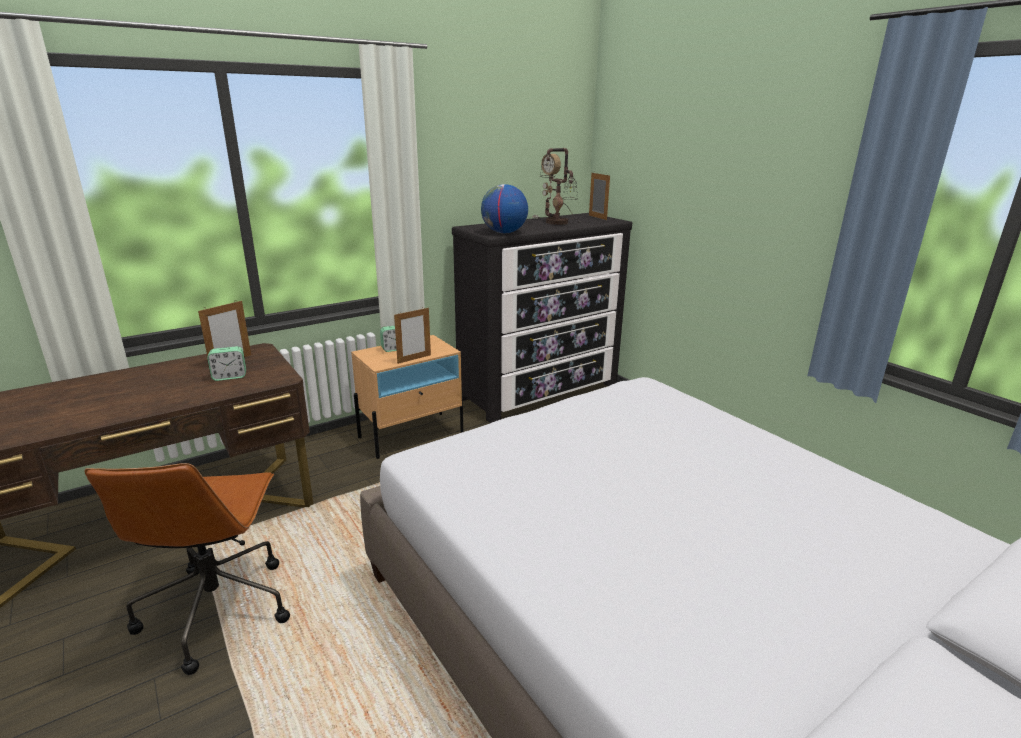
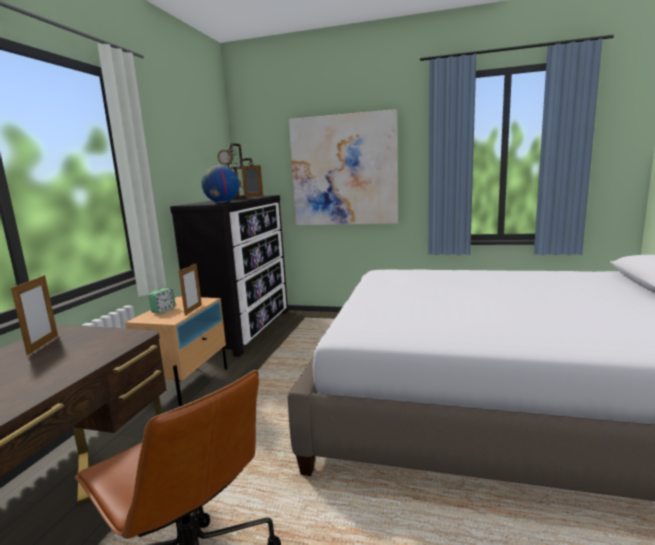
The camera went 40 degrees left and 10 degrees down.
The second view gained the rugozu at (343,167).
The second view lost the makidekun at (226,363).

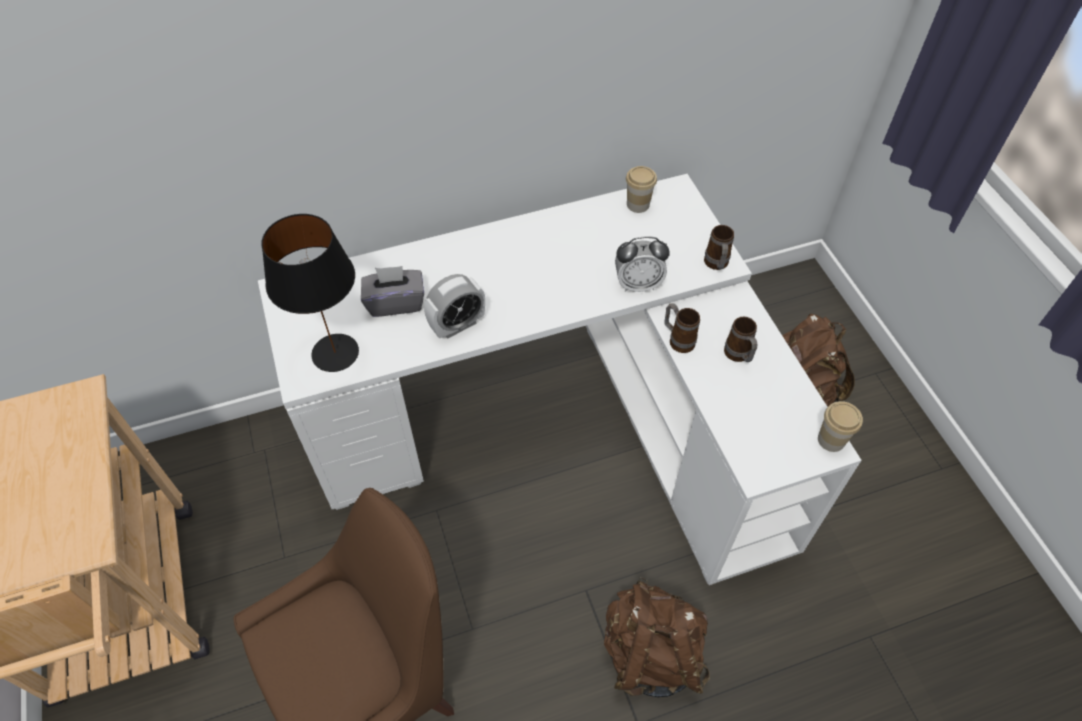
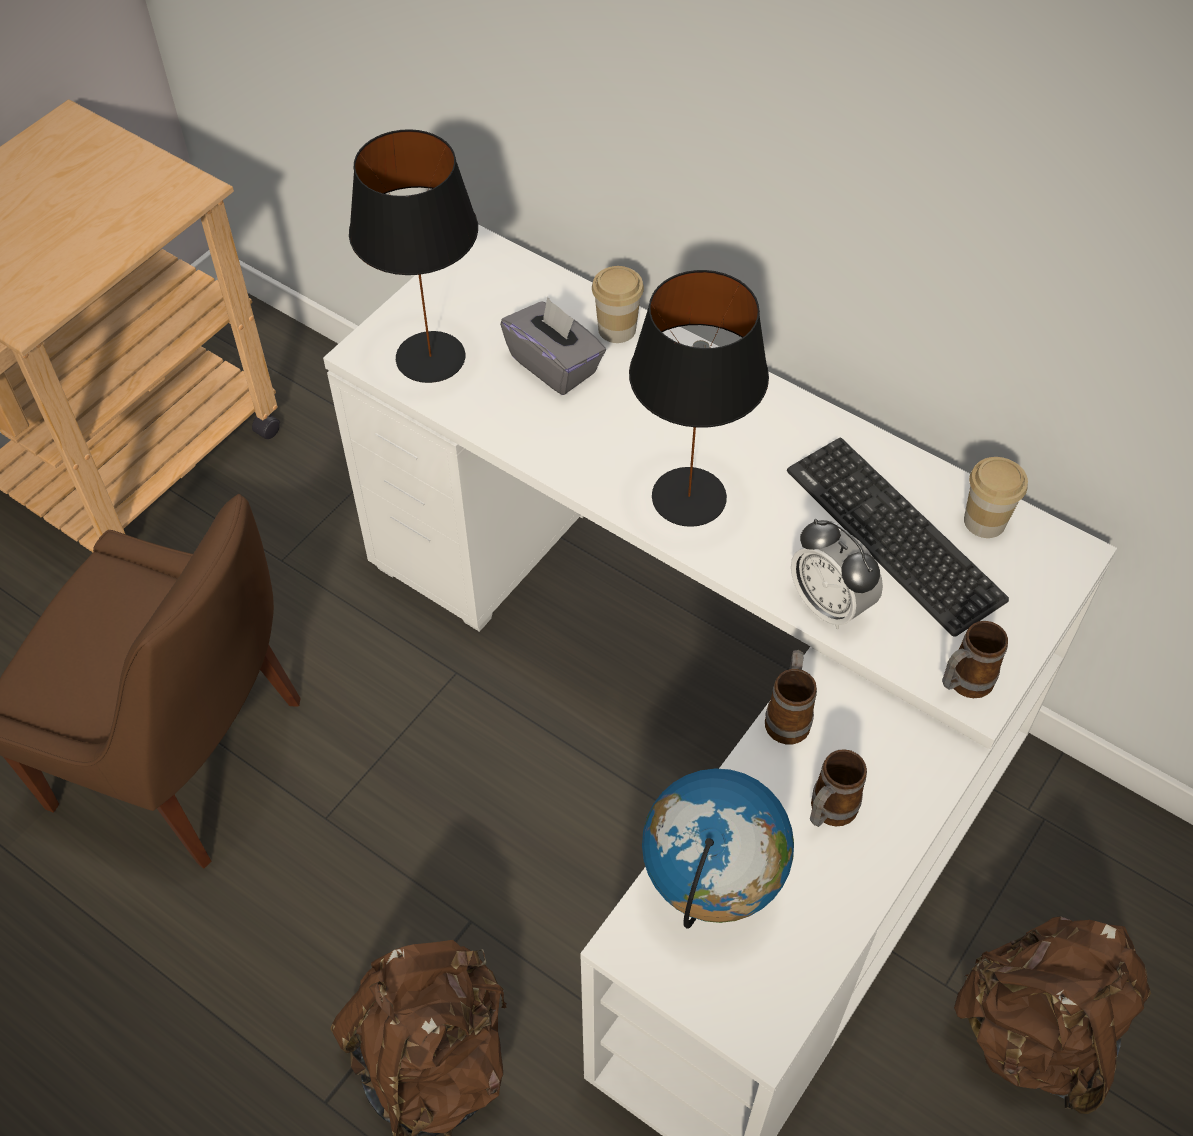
The camera went 55 degrees right and 0 degrees up.
The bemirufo ended up elsewhere, having gone from (840,426) to (618,304).
The second view gained the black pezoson at (699,398).
The second view gained the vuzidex at (718,848).
The second view gained the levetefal at (898,537).
The second view lost the makidekun at (455,306).

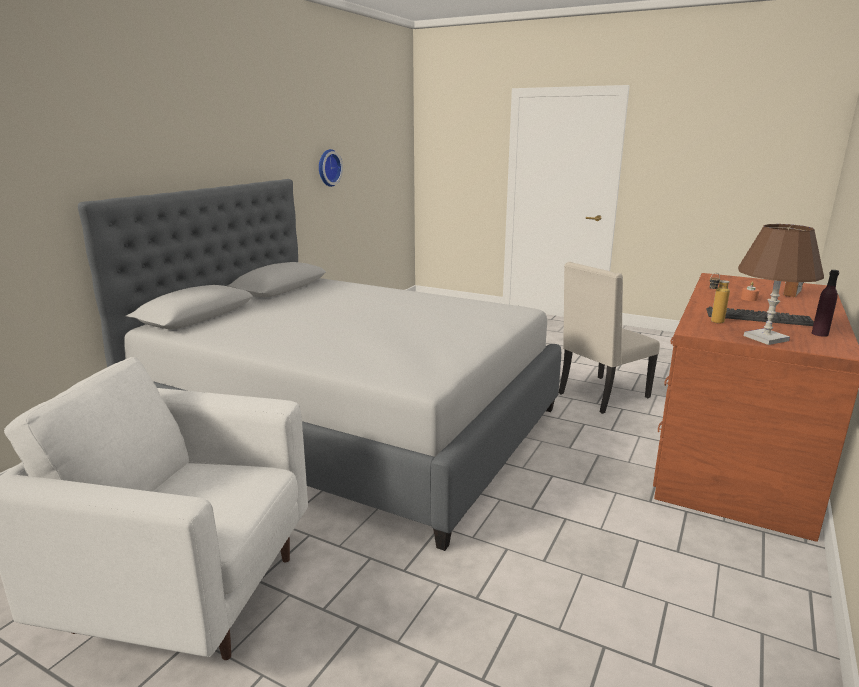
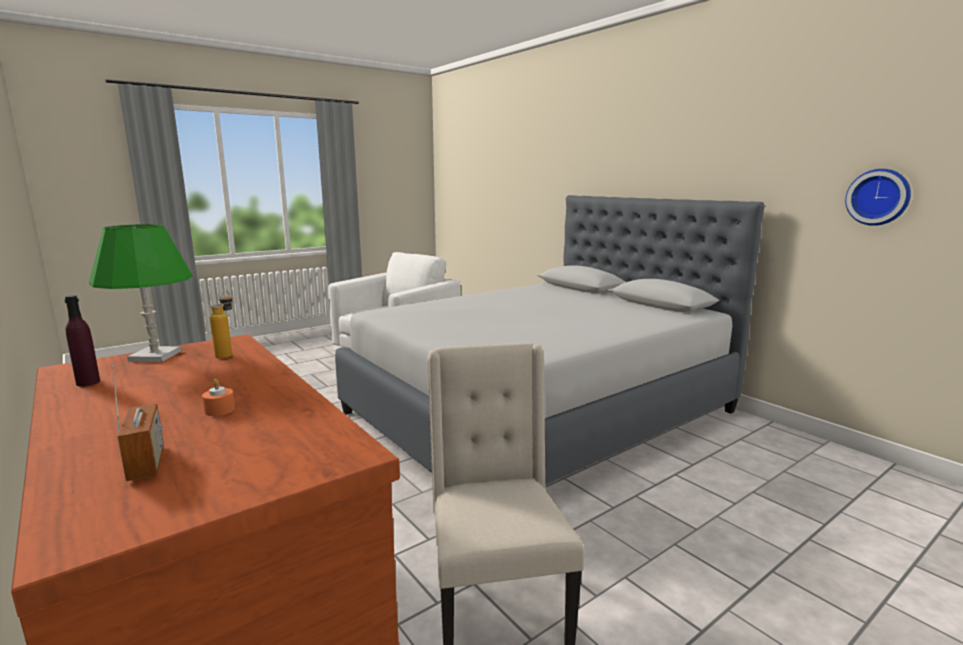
The camera went 115 degrees right and 5 degrees down.
What was the brown pezoson at (781,284) turned into the green pezoson at (141,293).
The second view lost the levetefal at (760,316).

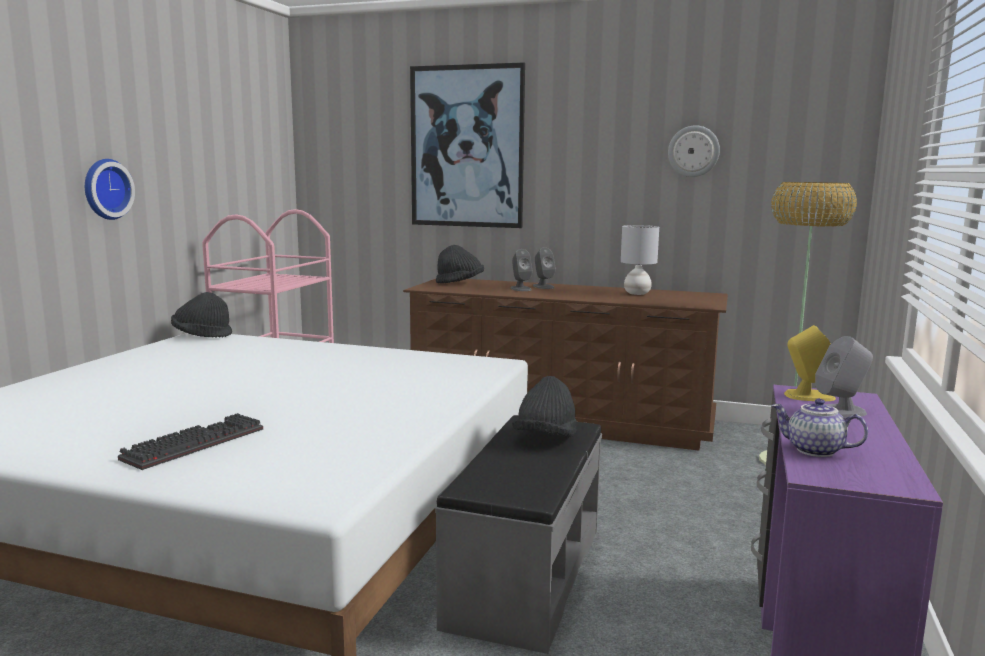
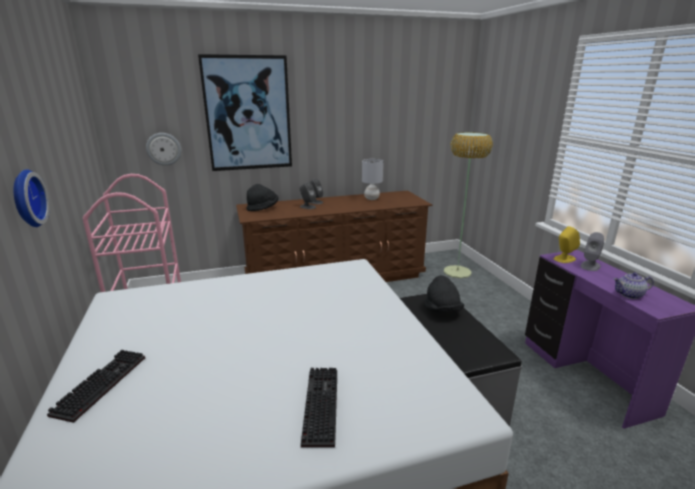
The camera went 35 degrees left and 10 degrees up.
The second view gained the levetefal at (96,386).
The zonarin ended up elsewhere, having gone from (694,151) to (163,149).
The second view lost the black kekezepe at (201,315).

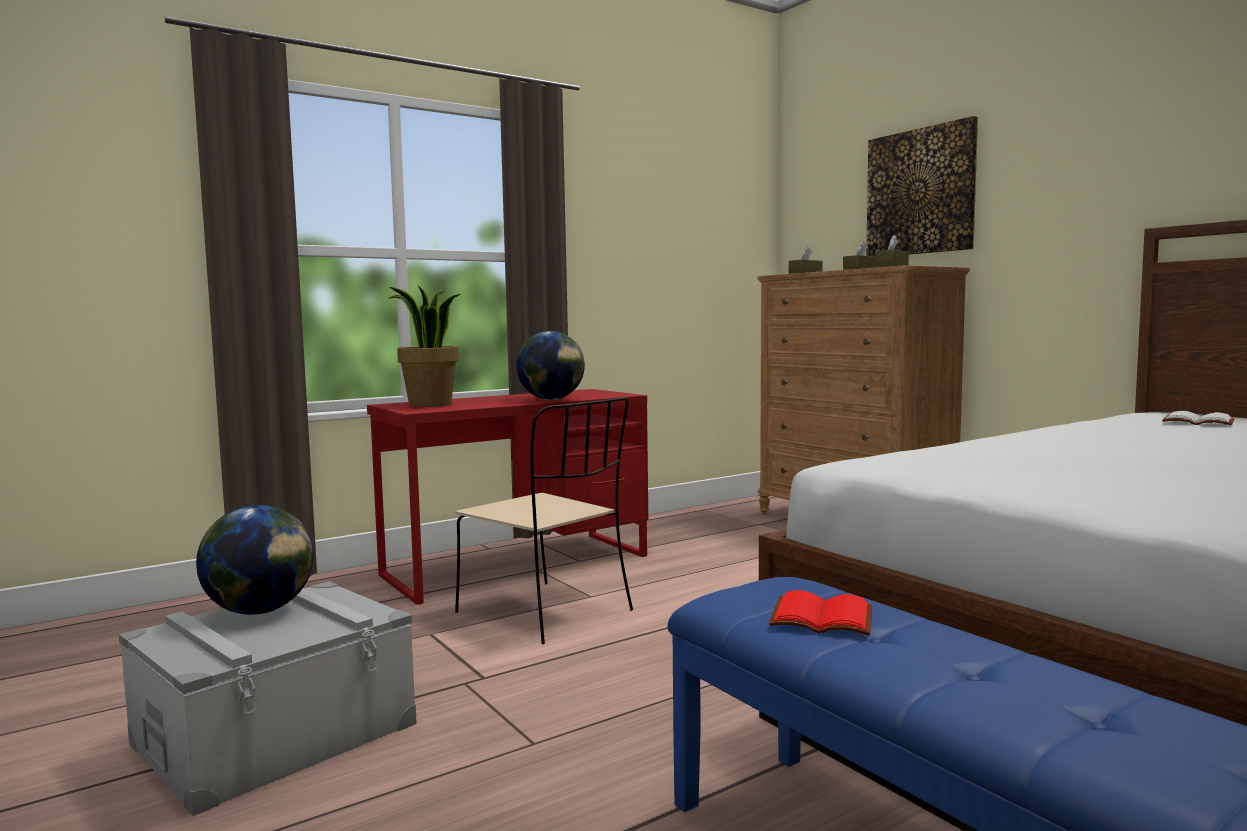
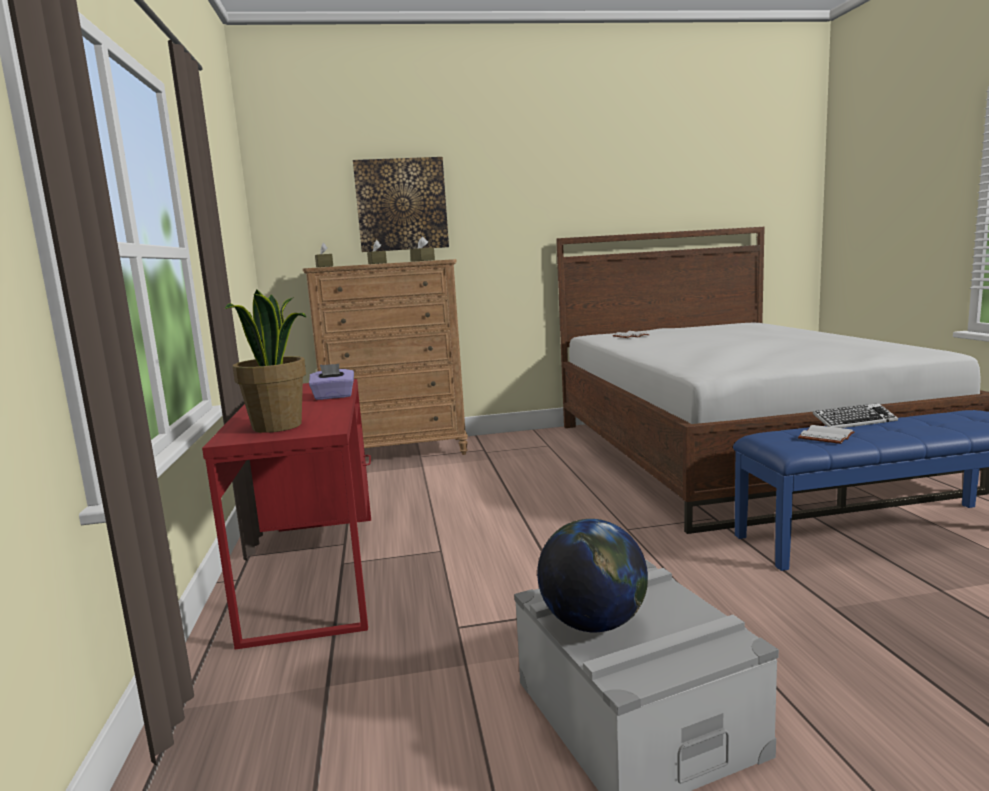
The camera went 65 degrees left and 5 degrees up.
Where the vuzidex stood at (550,365), the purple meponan came to stand at (331,382).
What was the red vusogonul at (820,613) turned into the white vusogonul at (826,434).
The second view gained the levetefal at (855,415).
The second view lost the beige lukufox at (544,520).

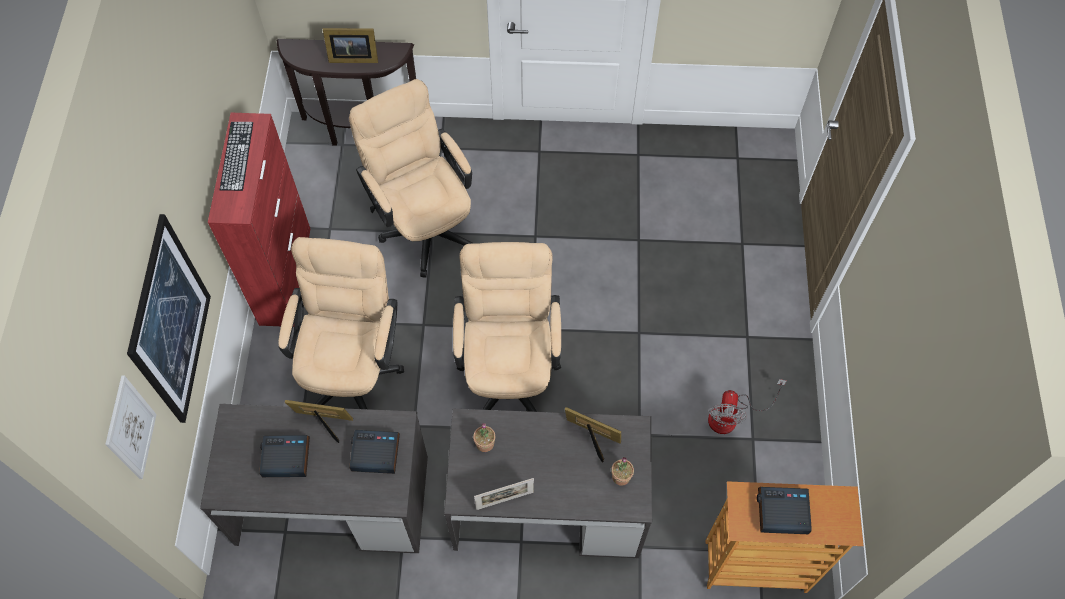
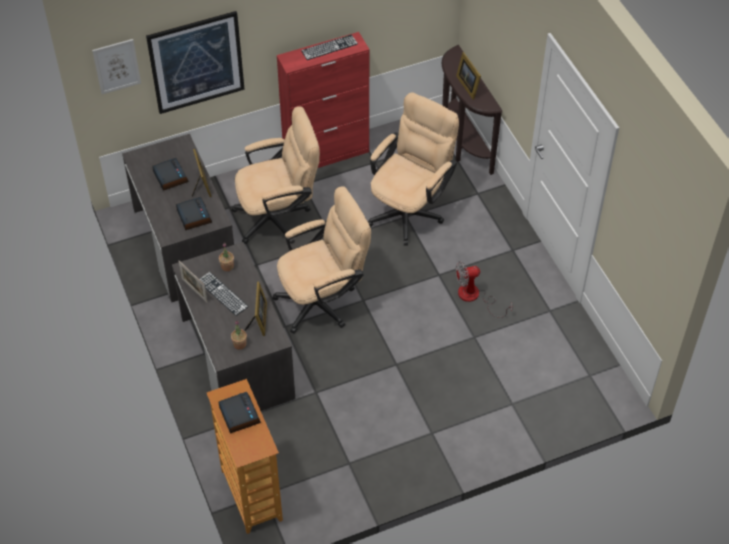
The camera went 65 degrees right and 10 degrees down.
The second view gained the levetefal at (224,294).
The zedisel ended up elsewhere, having gone from (747,406) to (484,289).

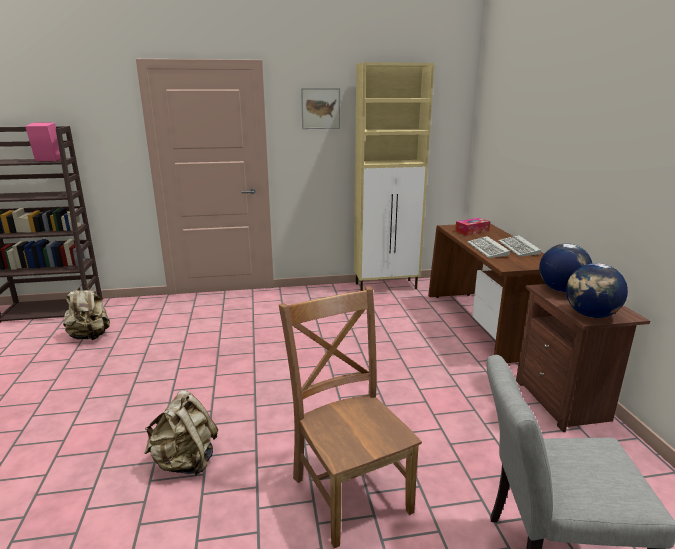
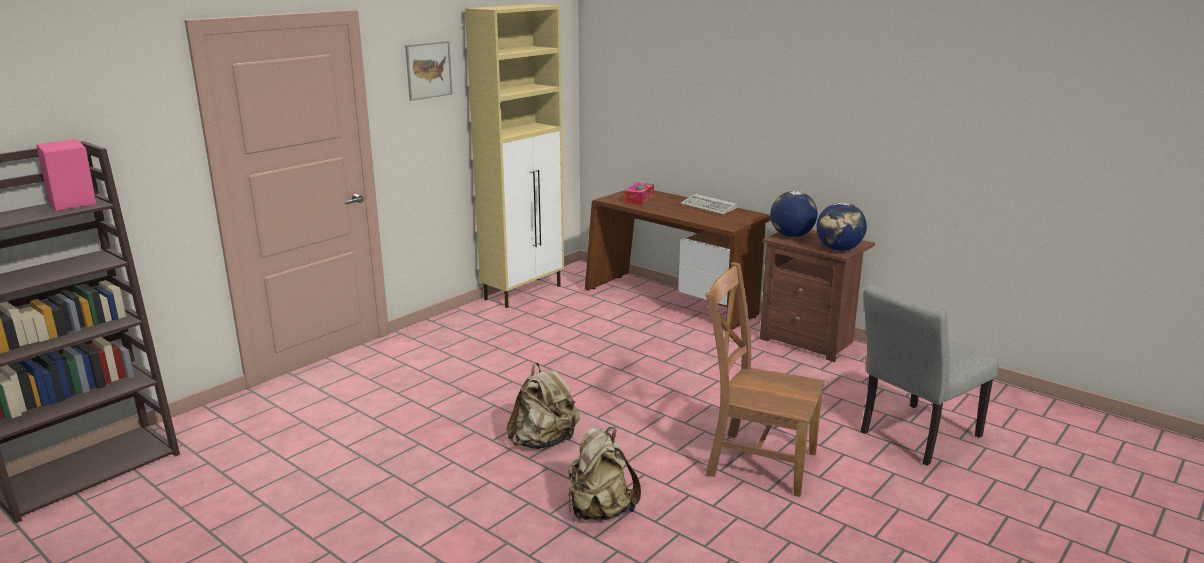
The camera went 40 degrees left and 0 degrees up.
The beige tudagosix ended up elsewhere, having gone from (86,311) to (543,406).
The second view lost the levetefal at (488,247).

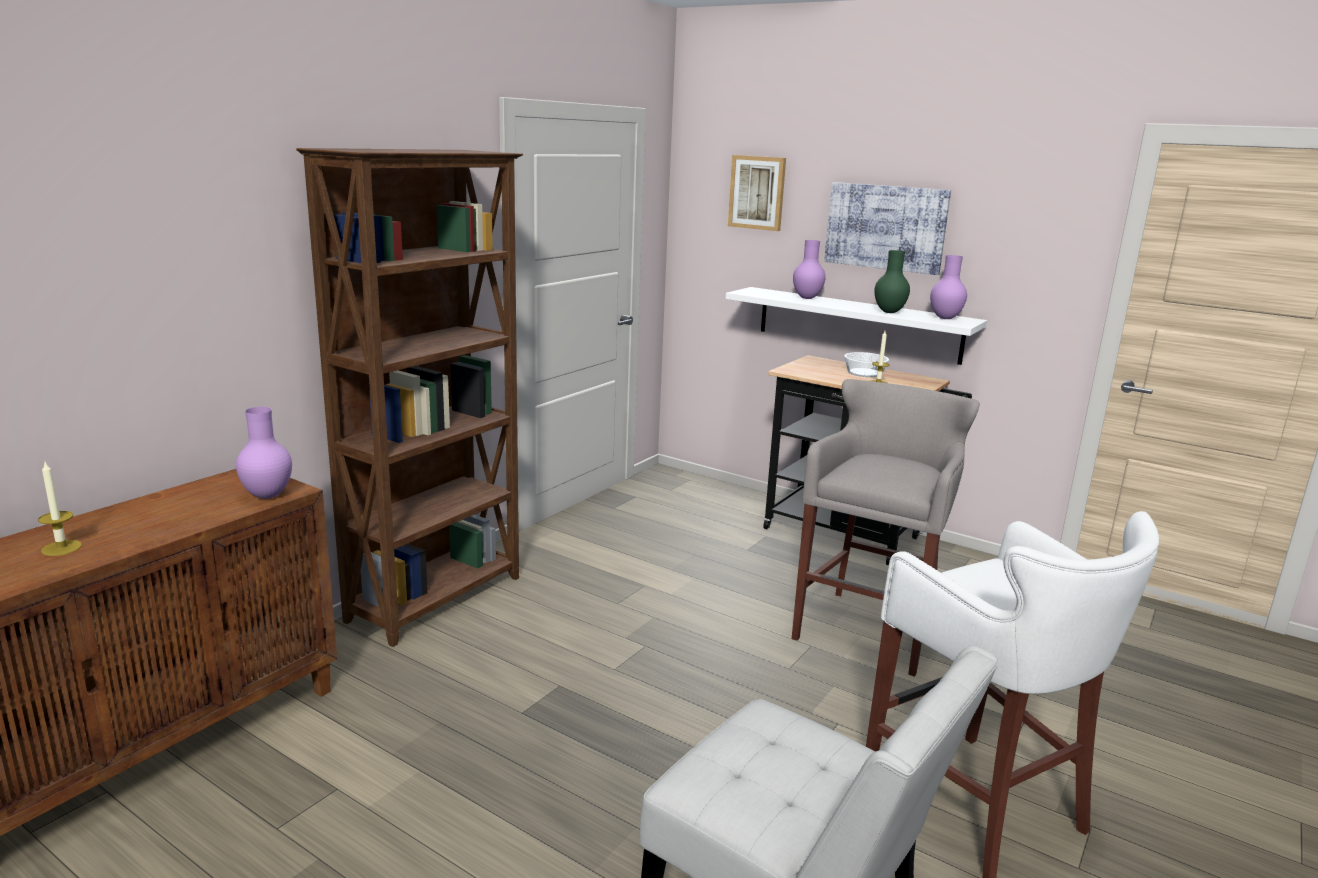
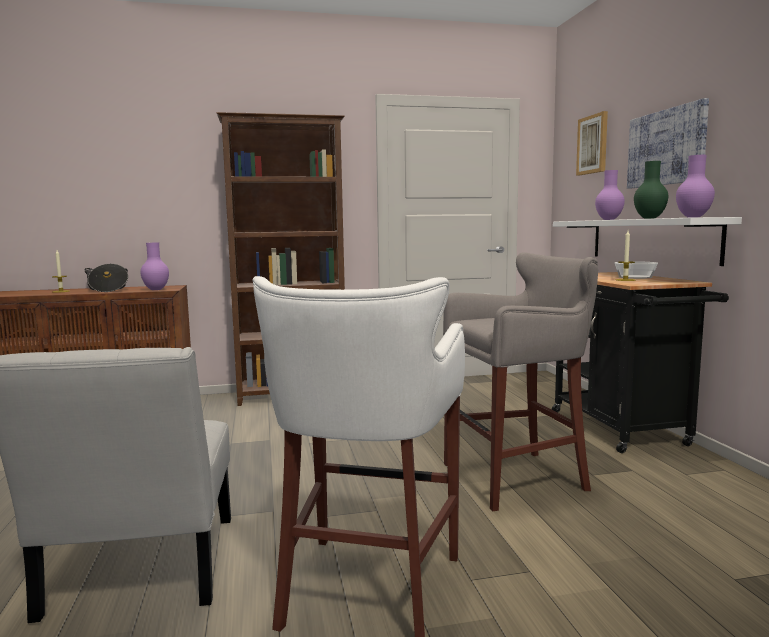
The camera went 45 degrees right and 10 degrees down.
The second view gained the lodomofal at (106,278).

